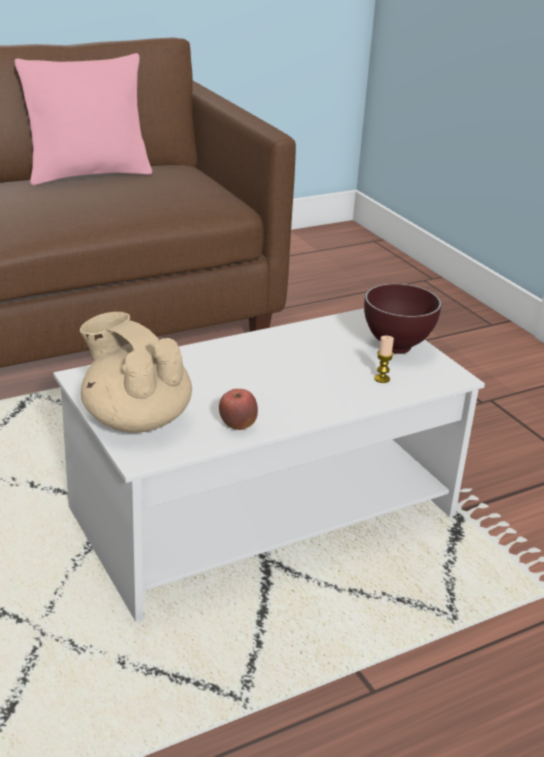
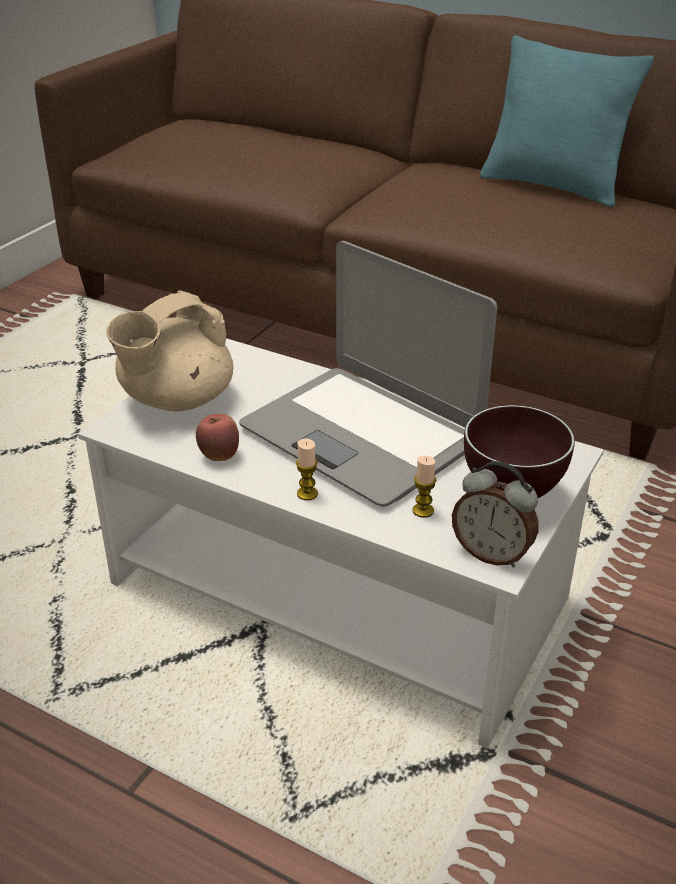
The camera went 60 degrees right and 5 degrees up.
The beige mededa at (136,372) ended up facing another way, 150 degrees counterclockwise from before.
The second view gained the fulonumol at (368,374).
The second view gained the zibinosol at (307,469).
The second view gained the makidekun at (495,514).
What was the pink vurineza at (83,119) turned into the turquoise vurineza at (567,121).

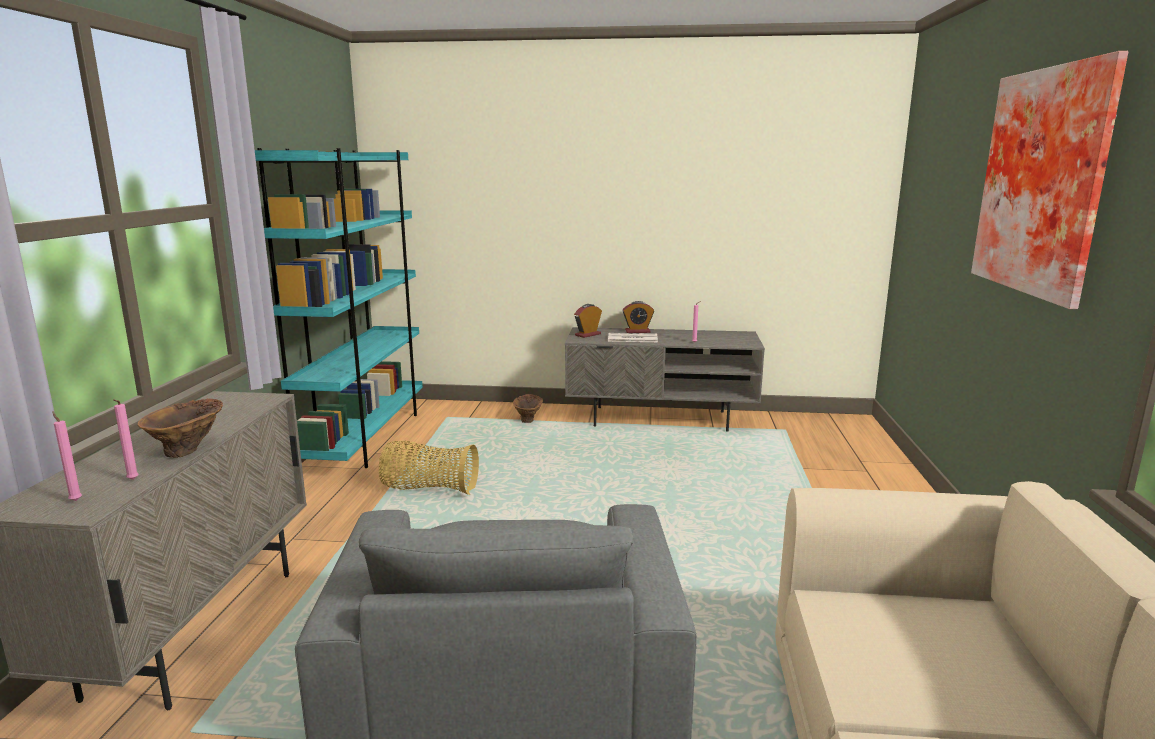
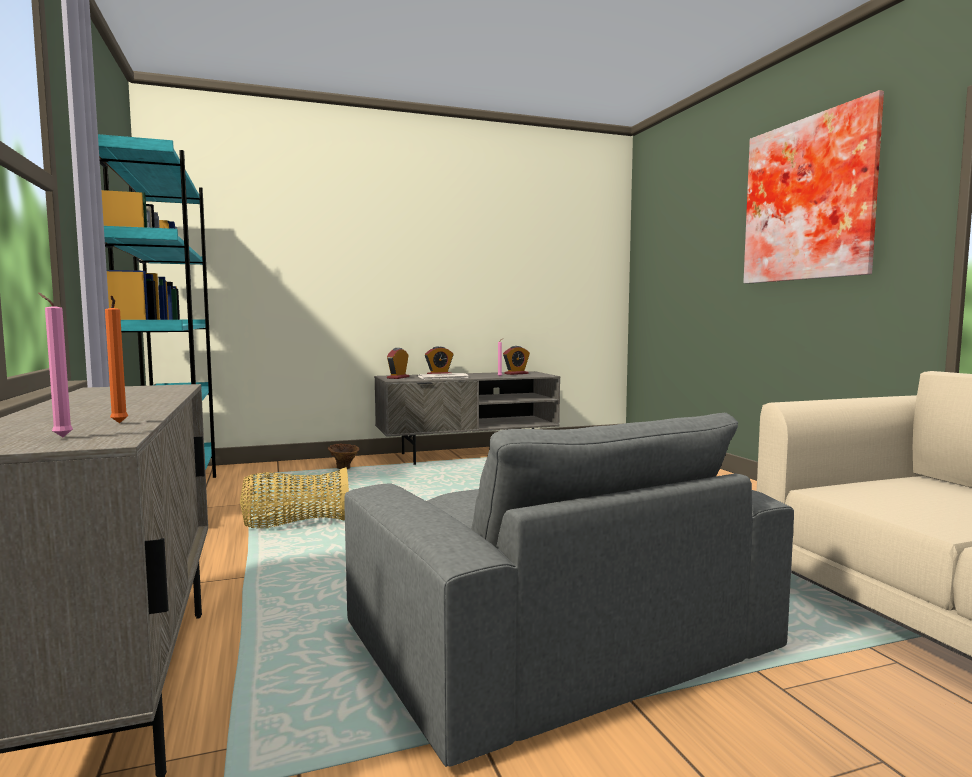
The camera went 25 degrees left and 10 degrees down.
What was the pink zibinosol at (126,439) turned into the orange zibinosol at (116,359).
The second view gained the makidekun at (516,360).
The second view lost the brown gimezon at (180,428).

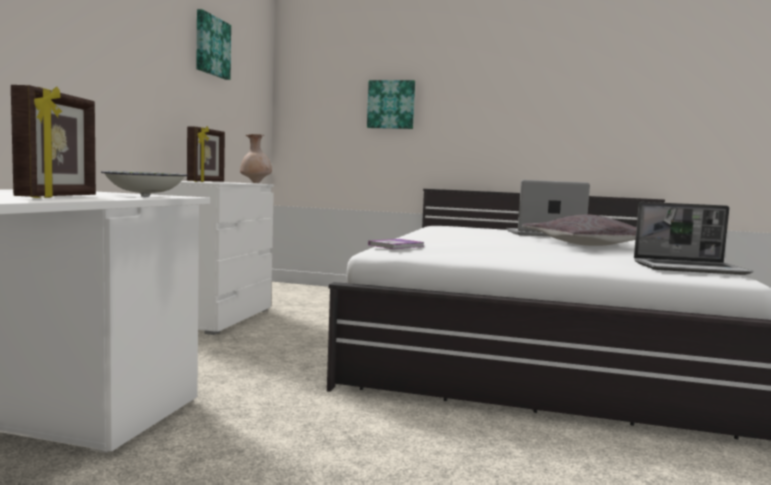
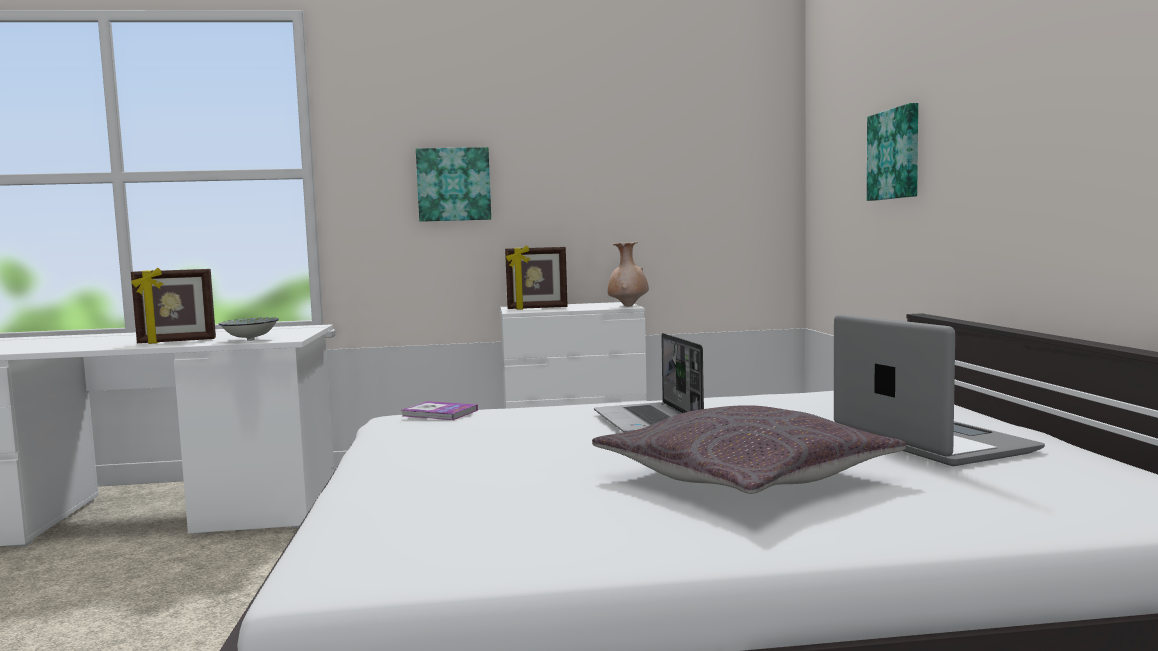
The camera went 70 degrees right and 0 degrees up.
The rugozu ended up elsewhere, having gone from (213,44) to (453,184).
The fulonumol ended up elsewhere, having gone from (693,238) to (649,383).

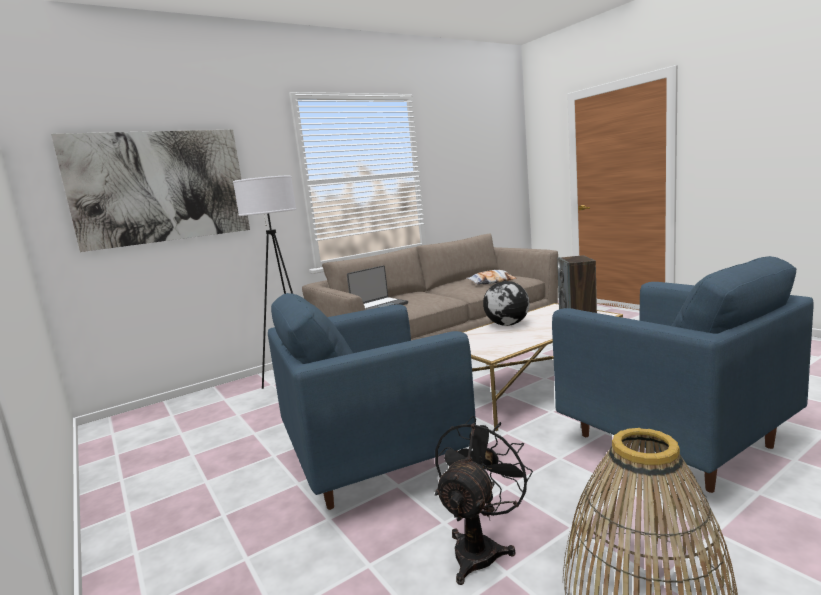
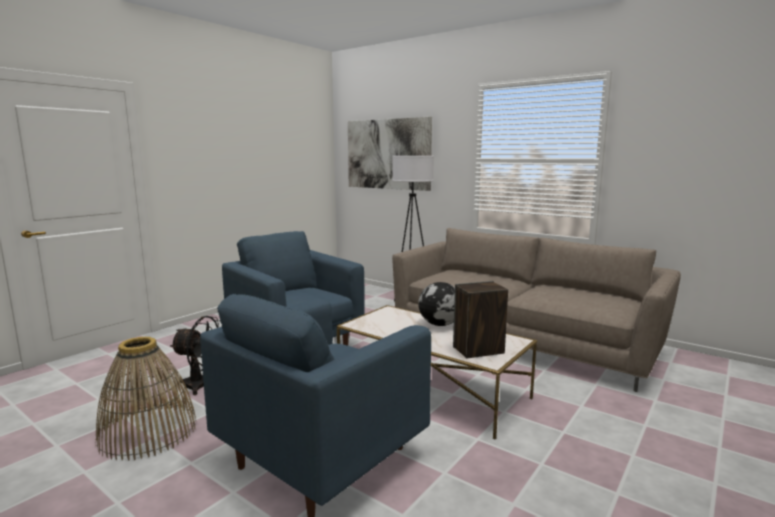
The camera went 70 degrees right and 0 degrees up.
The second view lost the fulonumol at (377,287).
The second view lost the vurineza at (491,277).

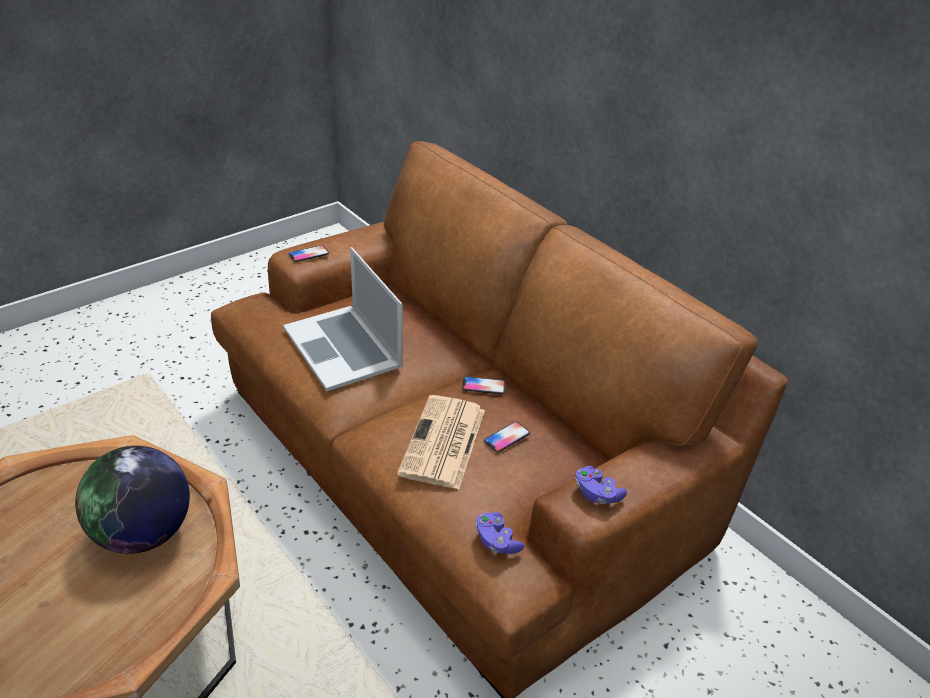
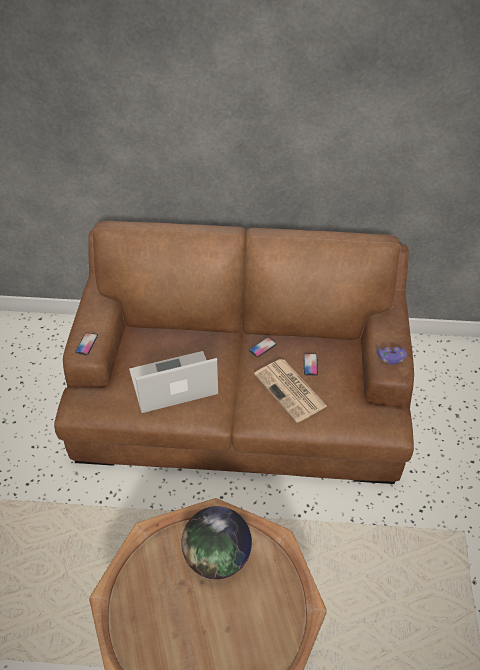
The camera went 45 degrees left and 10 degrees up.
The fulonumol at (343,319) ended up facing another way, 150 degrees clockwise from before.
The second view lost the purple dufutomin at (500,533).

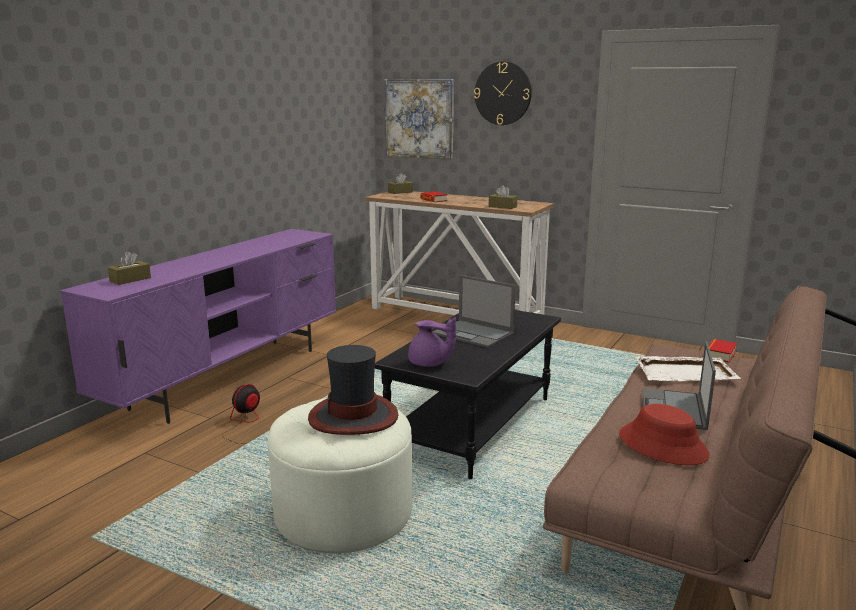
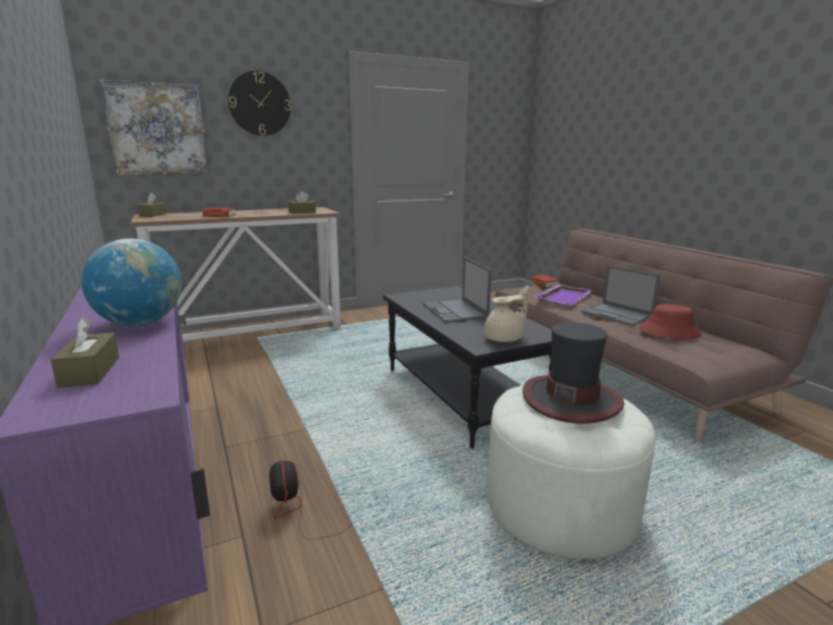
The camera went 55 degrees left and 0 degrees up.
The second view gained the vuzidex at (131,282).
The fulonumol at (474,311) ended up facing another way, 90 degrees clockwise from before.
What was the purple mededa at (432,342) turned into the beige mededa at (506,314).
What was the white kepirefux at (688,368) turned into the purple kepirefux at (563,295).

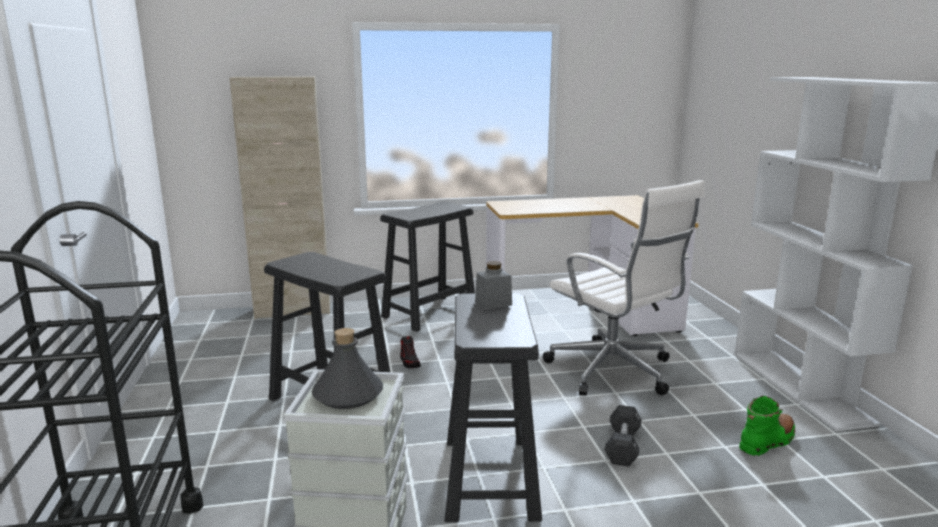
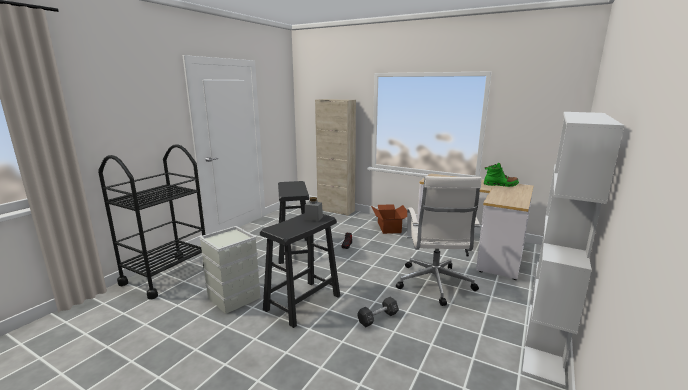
The camera went 40 degrees right and 0 degrees up.
Where the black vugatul stood at (427,267), the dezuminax came to stand at (389,219).
The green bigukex ended up elsewhere, having gone from (767,426) to (501,175).
The second view lost the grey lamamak at (347,368).

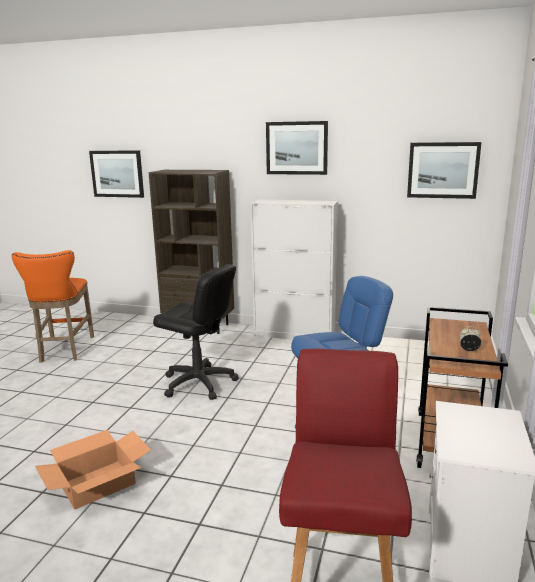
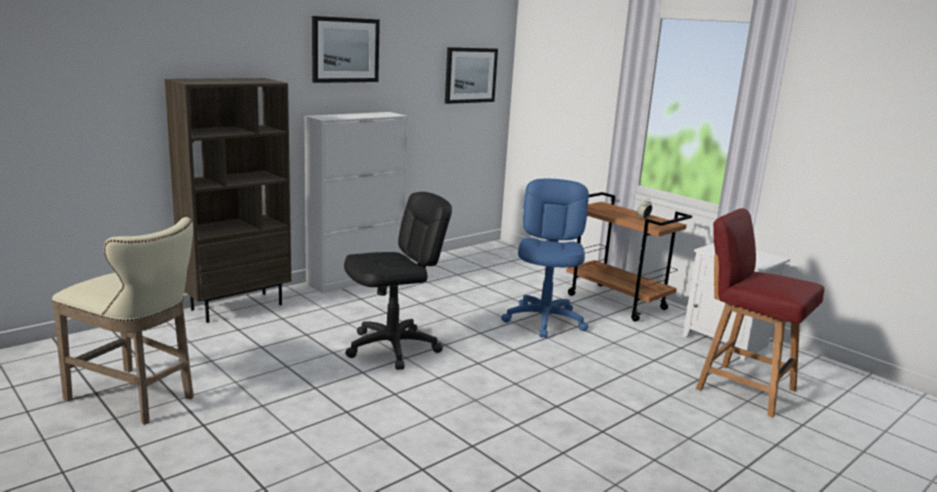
The camera went 60 degrees left and 0 degrees up.
What was the orange vugatul at (53,306) turned into the beige vugatul at (122,321).
The second view lost the dezuminax at (93,469).
The second view lost the rugozu at (116,174).

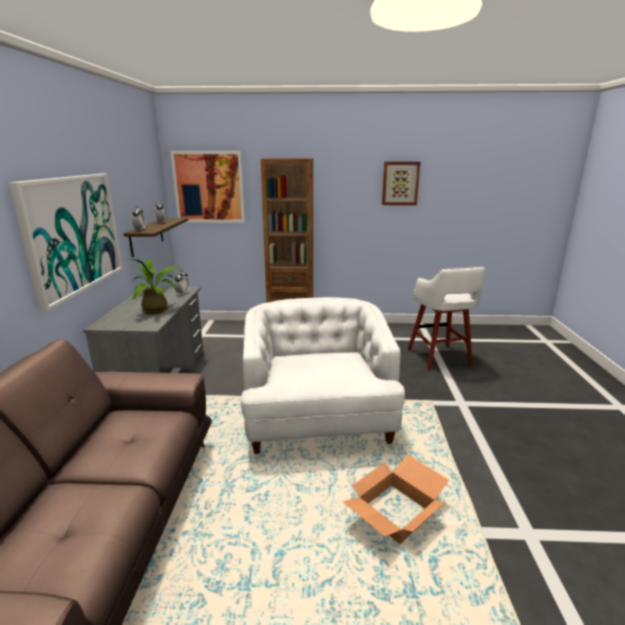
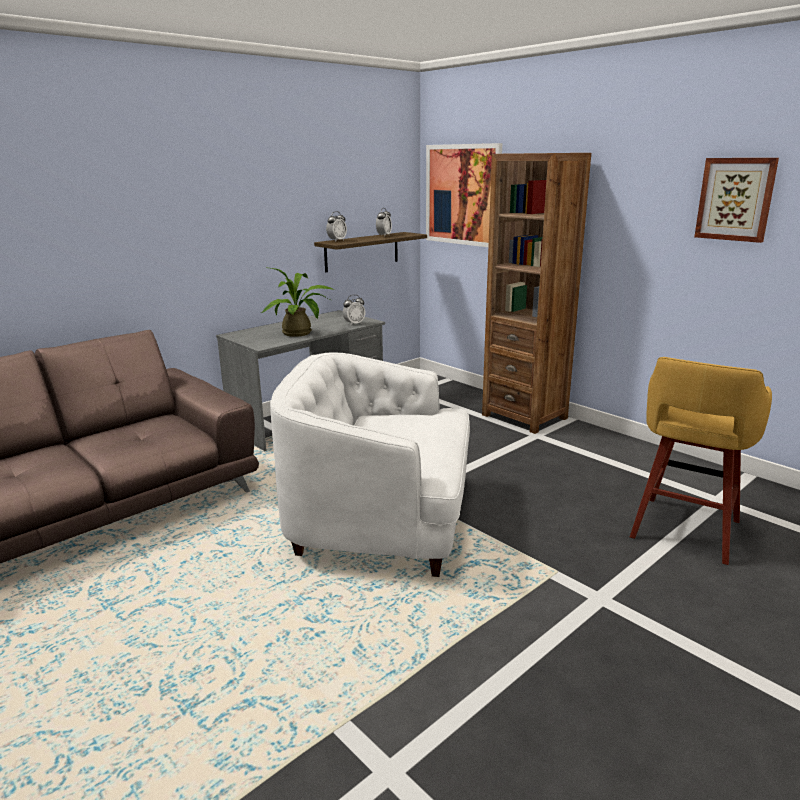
The camera went 45 degrees right and 0 degrees up.
The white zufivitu at (323,375) ended up facing another way, 120 degrees counterclockwise from before.
What was the white vugatul at (446,319) turned into the yellow vugatul at (701,461).
The second view lost the rugozu at (65,242).
The second view lost the dezuminax at (395,499).

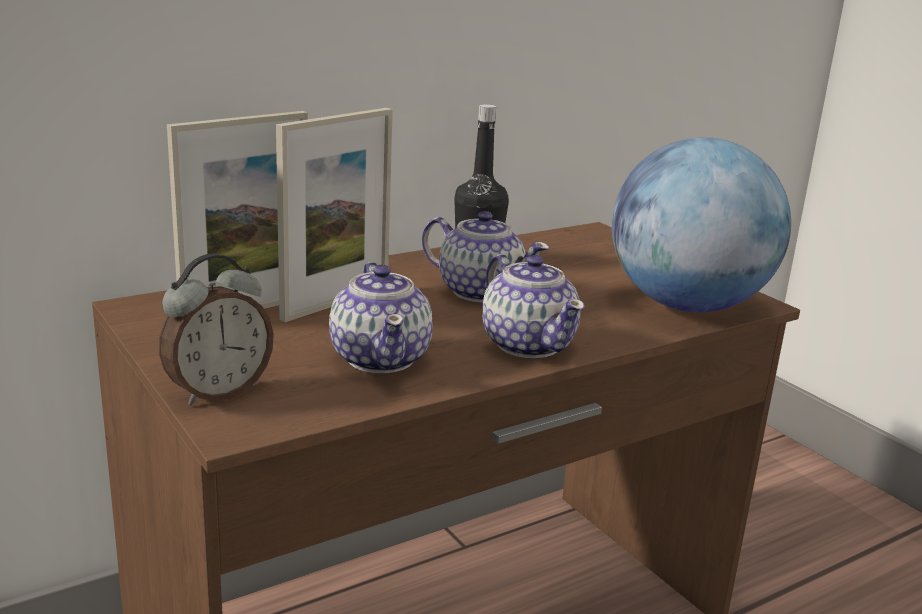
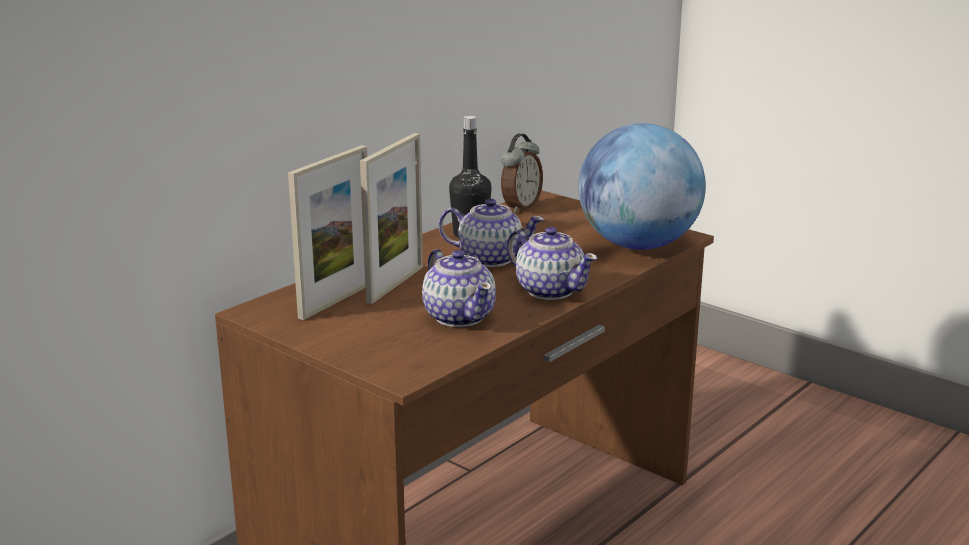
The camera went 15 degrees left and 0 degrees up.
The makidekun ended up elsewhere, having gone from (216,330) to (522,173).

